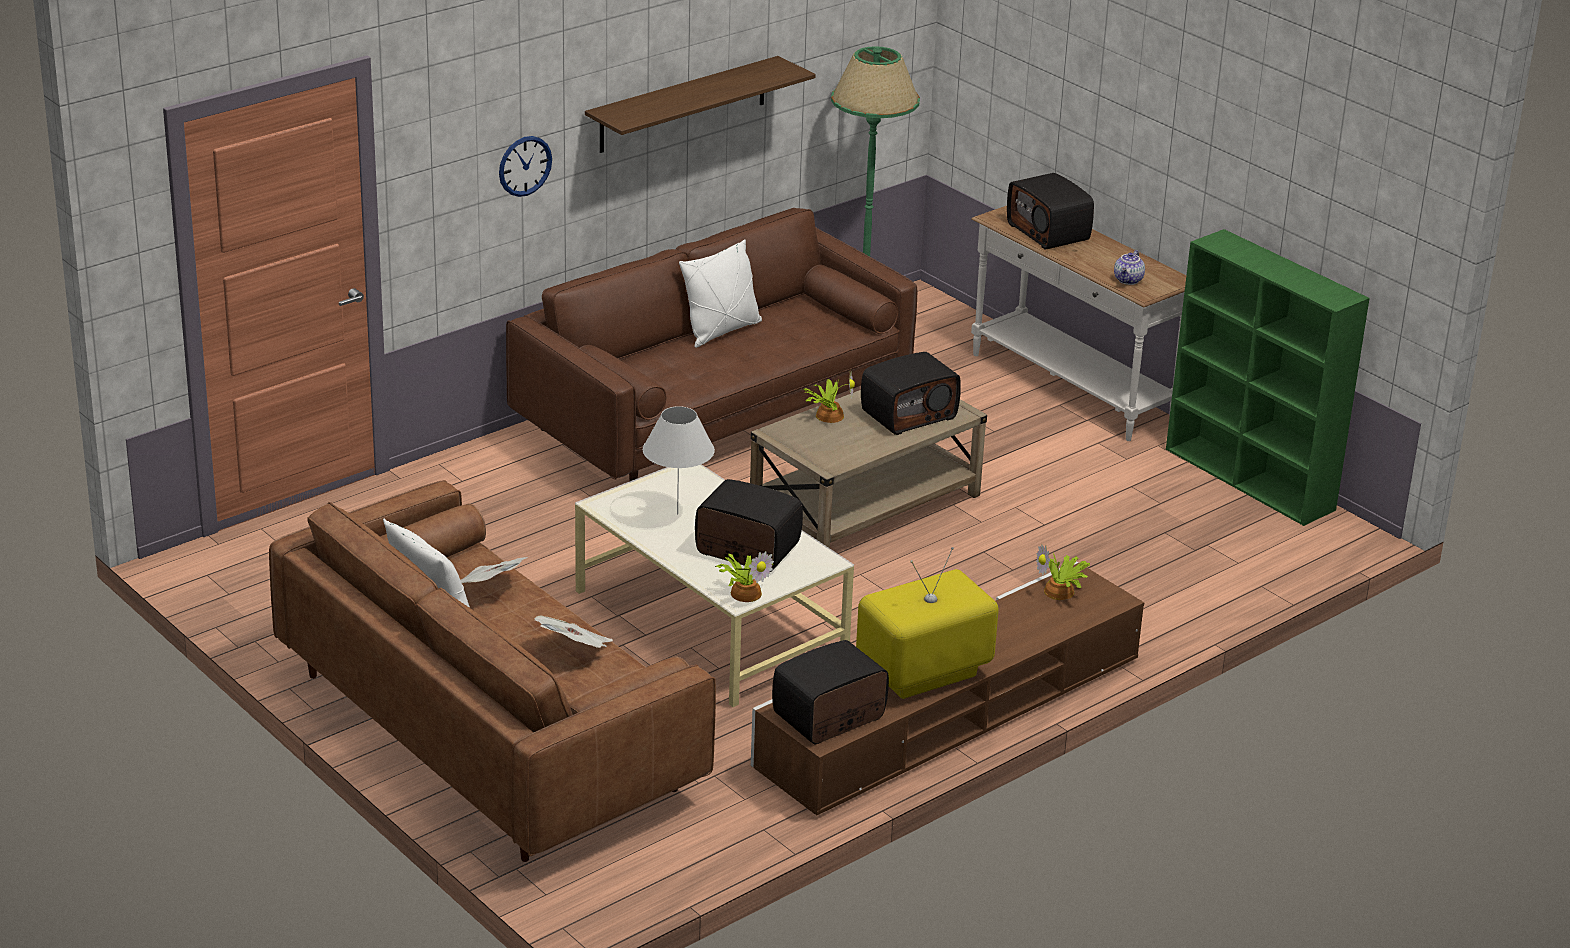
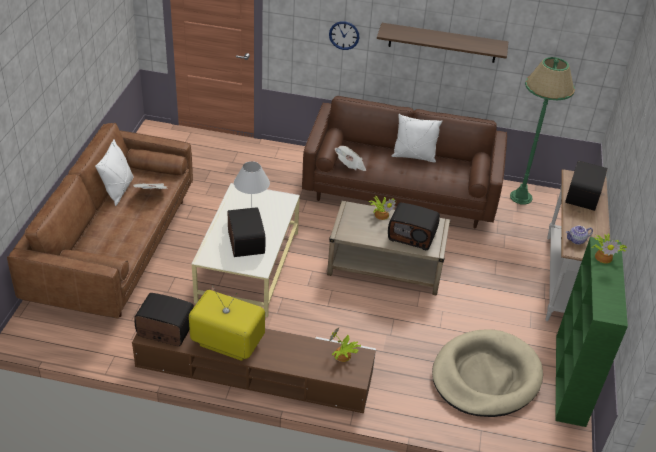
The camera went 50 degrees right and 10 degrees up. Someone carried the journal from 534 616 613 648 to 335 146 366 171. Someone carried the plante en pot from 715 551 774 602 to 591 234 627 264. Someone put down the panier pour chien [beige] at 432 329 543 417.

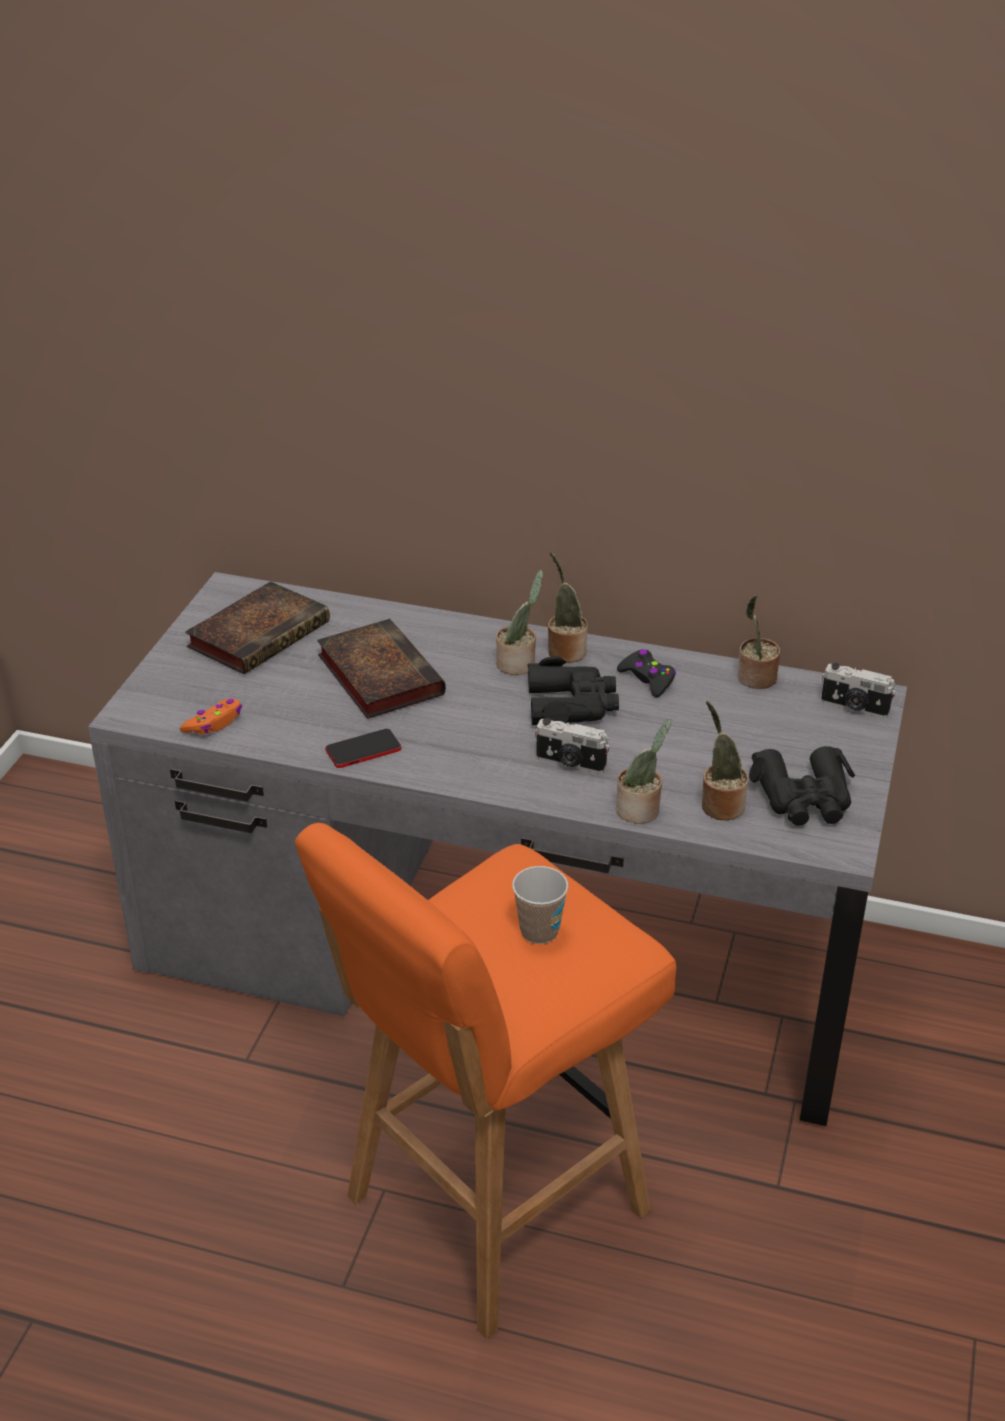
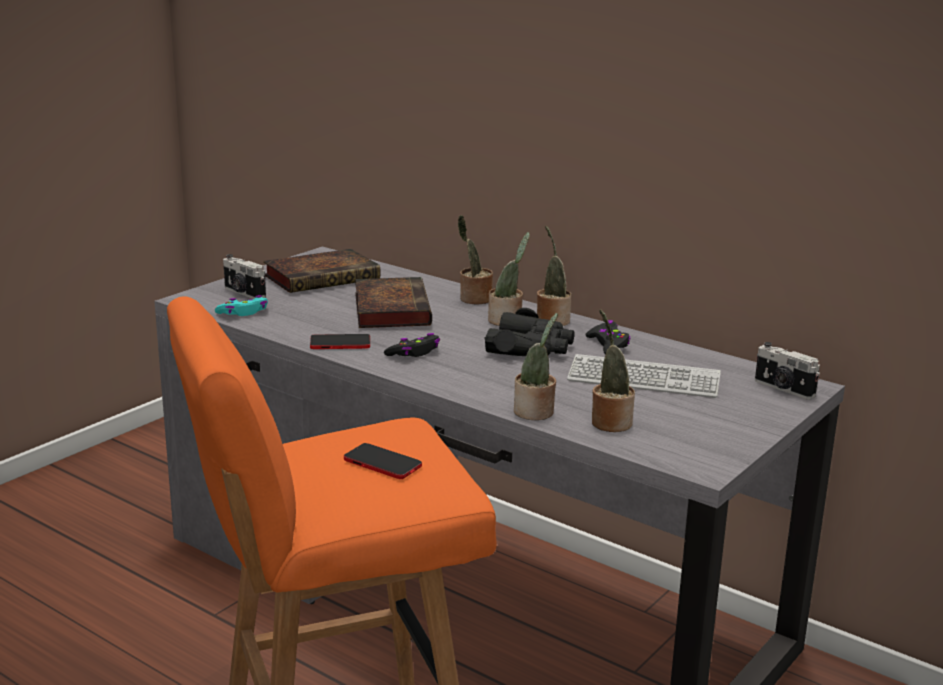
The camera went 20 degrees right and 15 degrees down. Someone repainted the manette [orange] at 179 698 242 734, which became the manette [turquoise] at 215 295 268 316. Someone swapped the tasse at 512 866 568 944 for the téléphone at 344 443 422 479. Someone carried the appareil photo from 535 718 610 774 to 223 254 266 299. Someone carried the plante en pot from 738 595 780 689 to 458 215 493 305. Someone took away the jumelles [noir] at 749 746 855 826. Someone put down the manette [noir] at 384 333 440 357. Someone put down the clavier at 567 354 721 398.

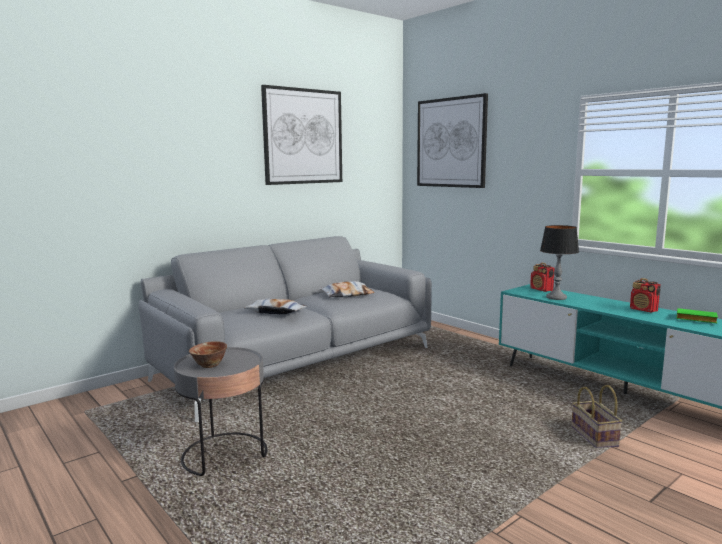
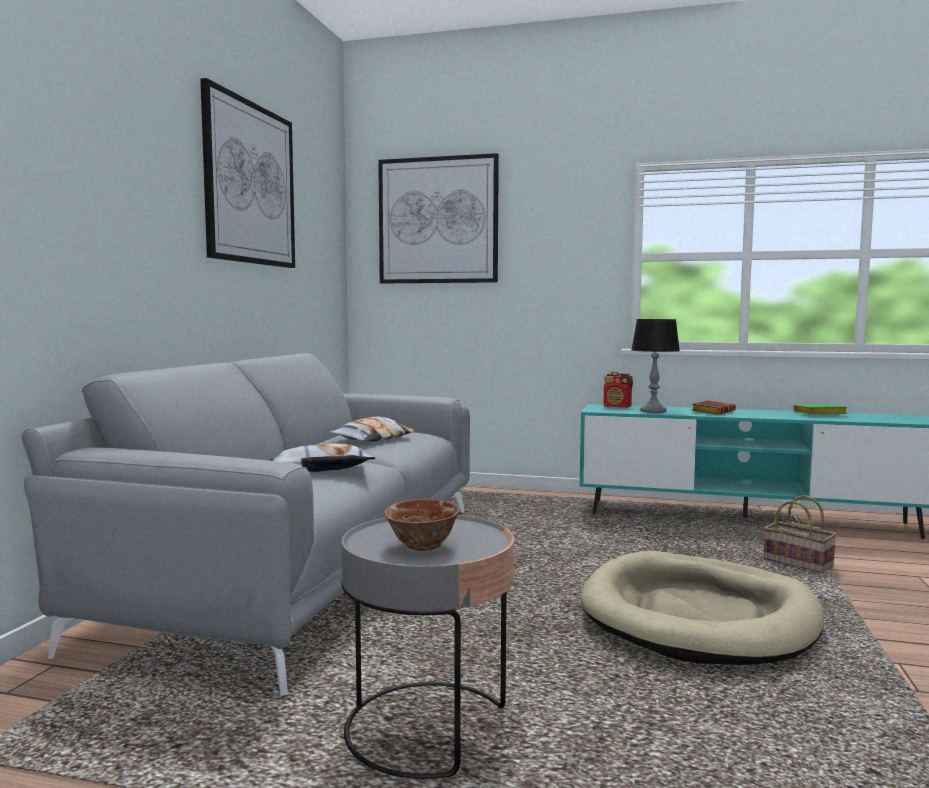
The camera went 35 degrees left and 5 degrees down. Someone took away the radio at 630 278 661 313. Someone put down the panier pour chien [beige] at 581 551 824 665. Someone put down the livre [marron] at 692 400 736 415.

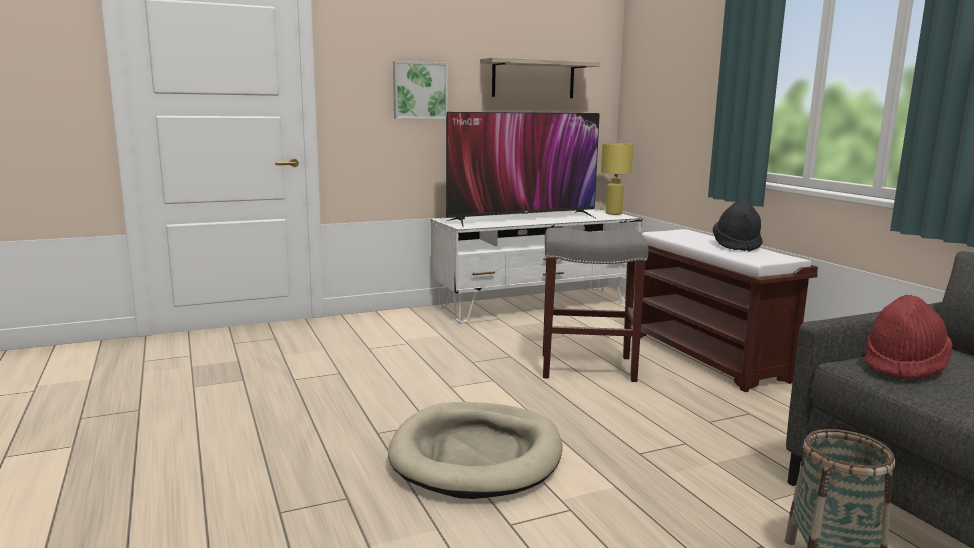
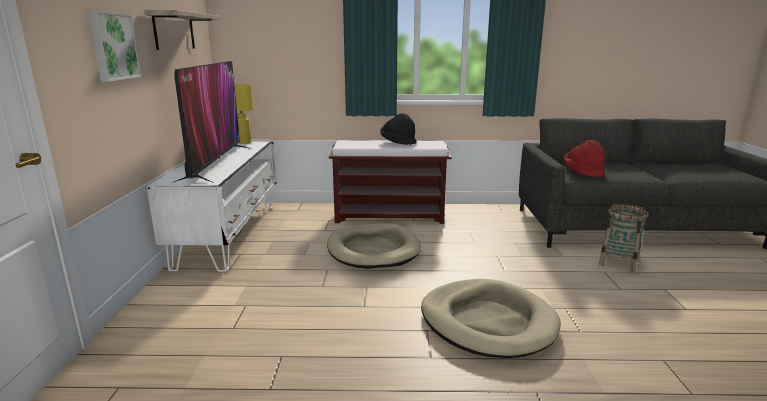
The camera went 65 degrees left and 5 degrees up. Someone swapped the tabouret [gris] at 543 227 648 382 for the panier pour chien [beige] at 327 223 421 269.

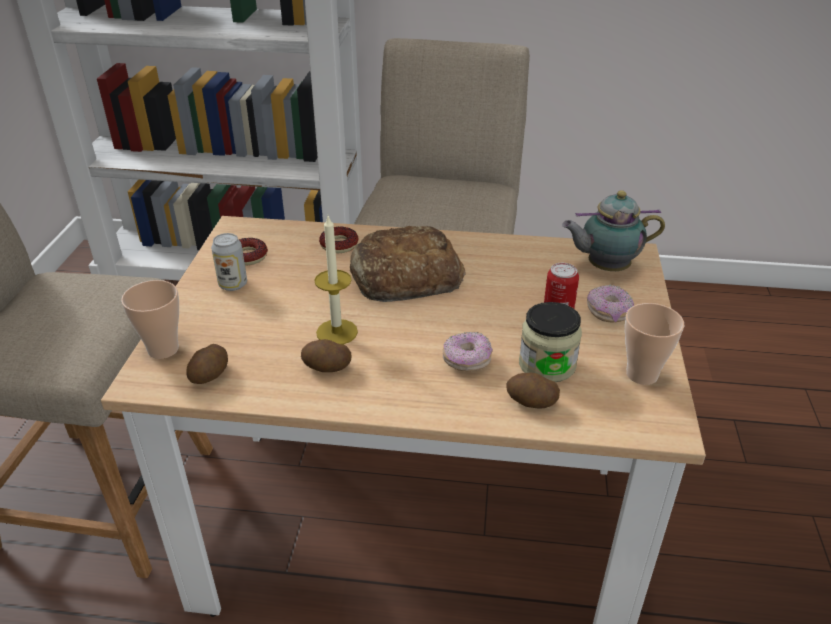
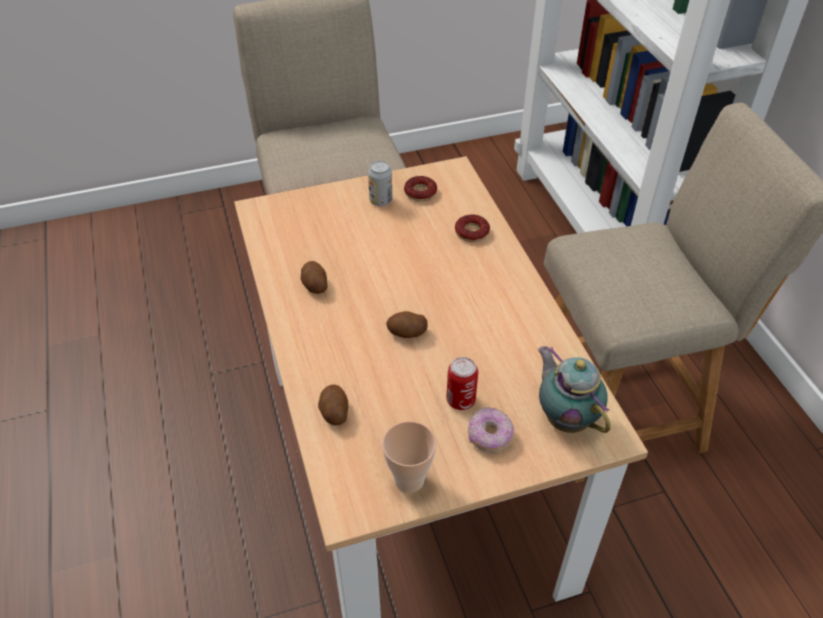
The camera went 65 degrees right and 10 degrees up. Someone took away the tasse at 121 280 179 359. Someone carried the pomme de terre from 186 344 228 384 to 386 311 428 338. Someone took away the bougie at 315 216 358 345. Someone took away the pain at 350 226 465 302. Someone took away the beignet at 443 332 493 372. Someone took away the bocal at 519 302 582 382.

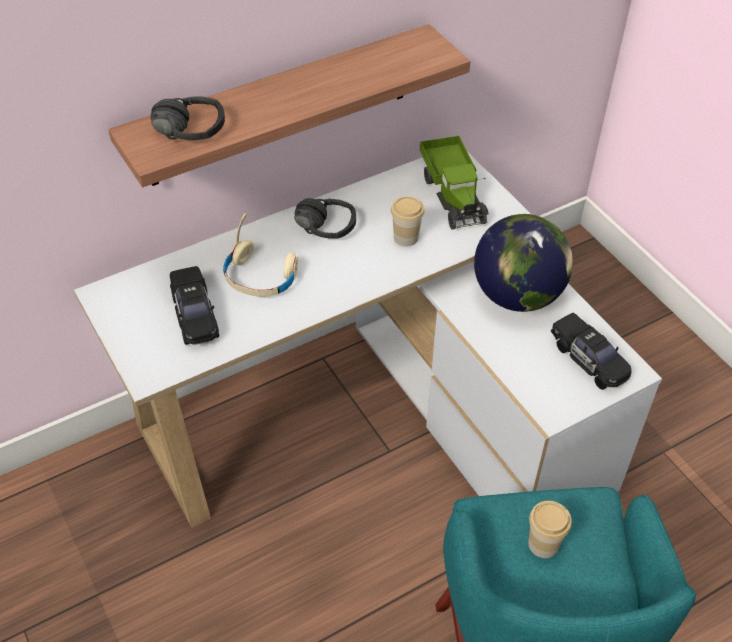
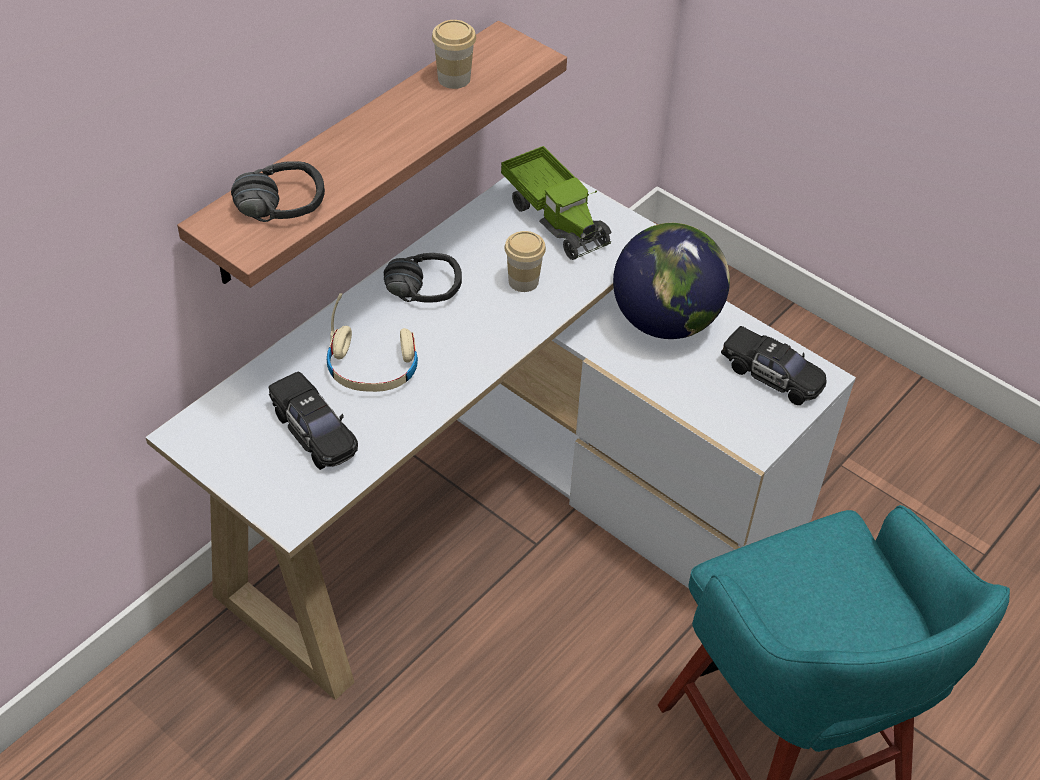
The camera went 20 degrees left and 0 degrees up. Someone carried the tasse from 528 501 572 558 to 432 20 476 89.

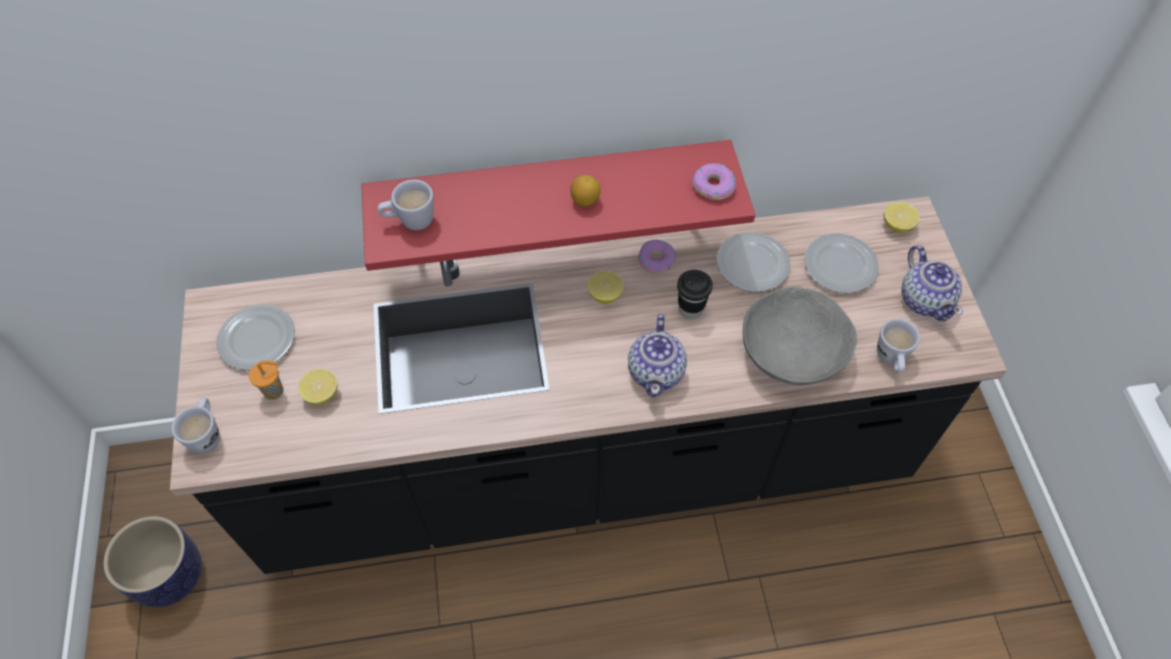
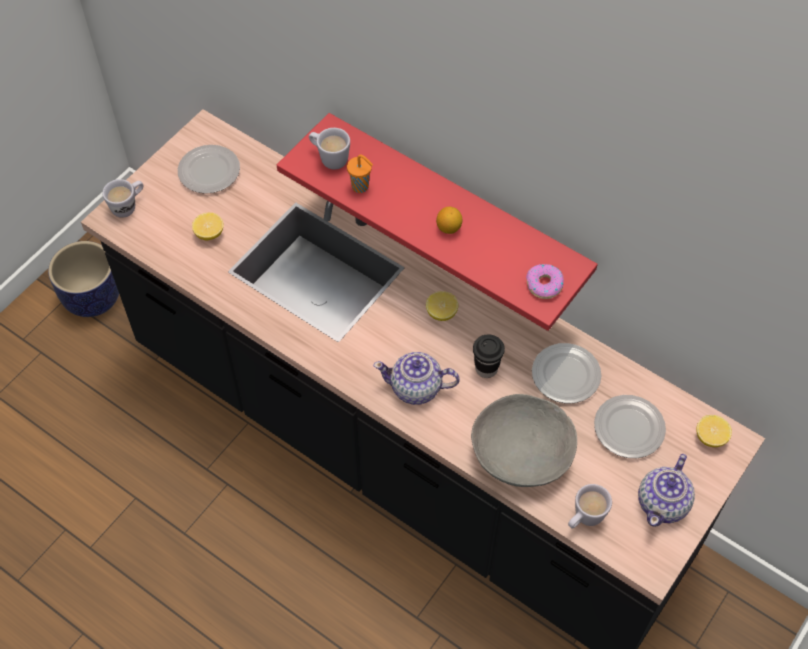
The camera went 45 degrees right and 0 degrees up. Someone carried the tasse [orange] from 249 360 283 400 to 347 155 373 193. Someone rotated the théière at 628 314 687 397 by 45 degrees clockwise. Someone took away the beignet at 638 240 676 274.

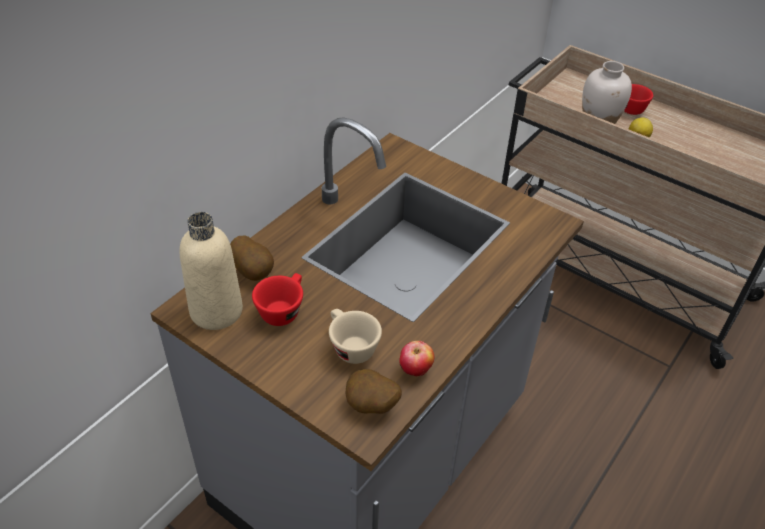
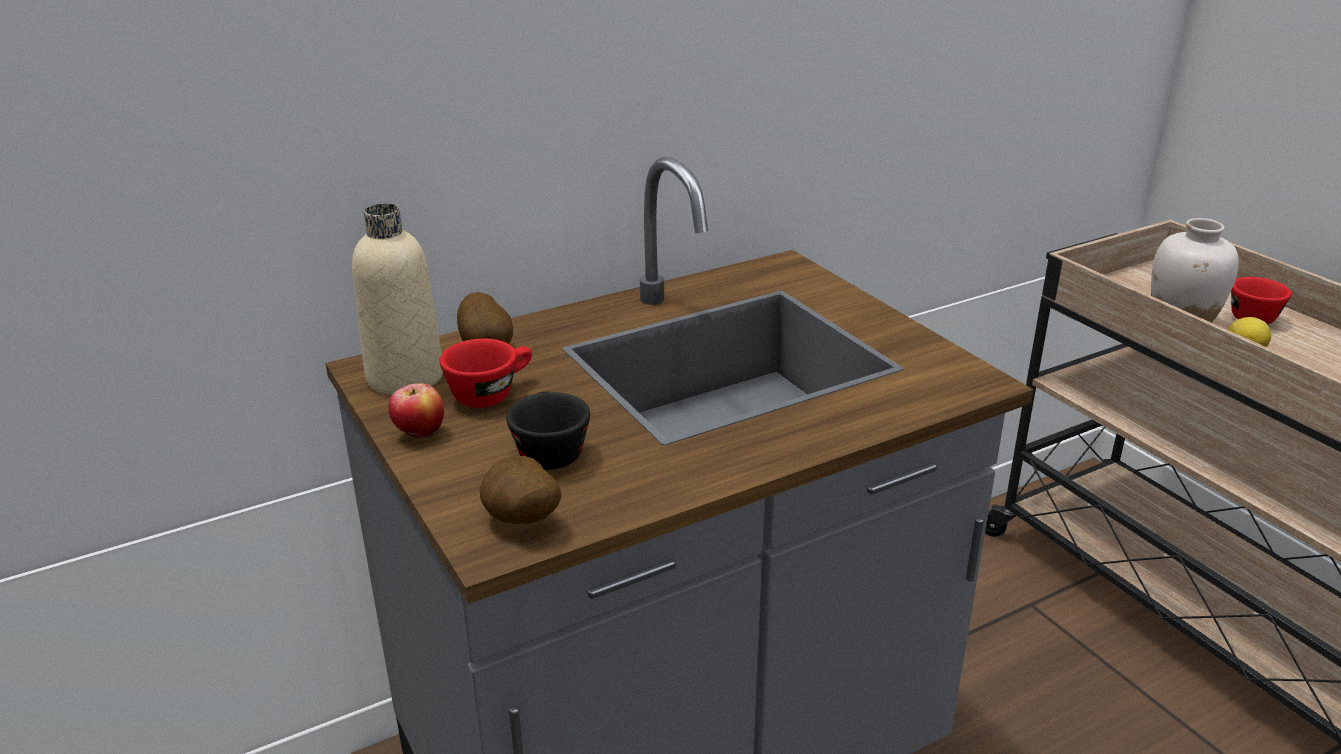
The camera went 25 degrees right and 15 degrees down. Someone repainted the tasse [beige] at 329 309 382 364, which became the tasse [noir] at 506 391 590 470. Someone carried the pomme from 399 341 434 377 to 388 383 444 439.

